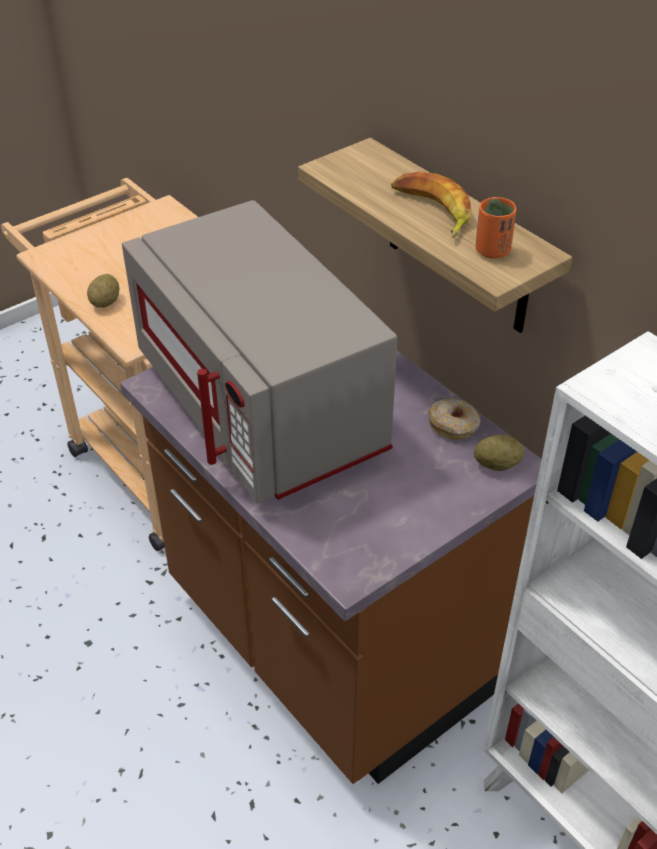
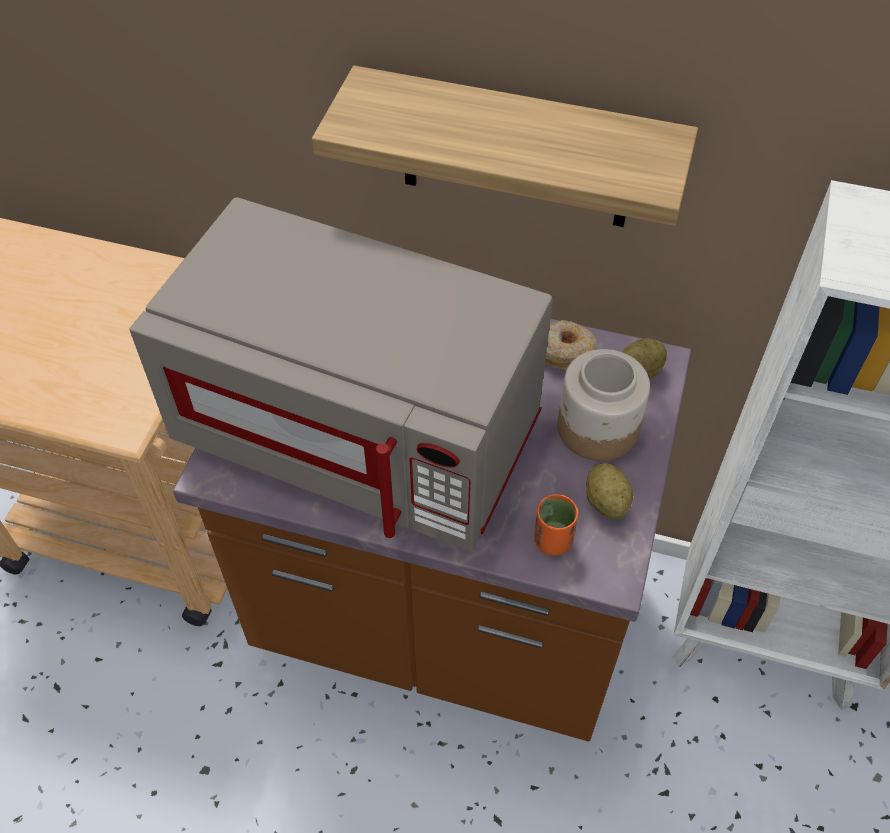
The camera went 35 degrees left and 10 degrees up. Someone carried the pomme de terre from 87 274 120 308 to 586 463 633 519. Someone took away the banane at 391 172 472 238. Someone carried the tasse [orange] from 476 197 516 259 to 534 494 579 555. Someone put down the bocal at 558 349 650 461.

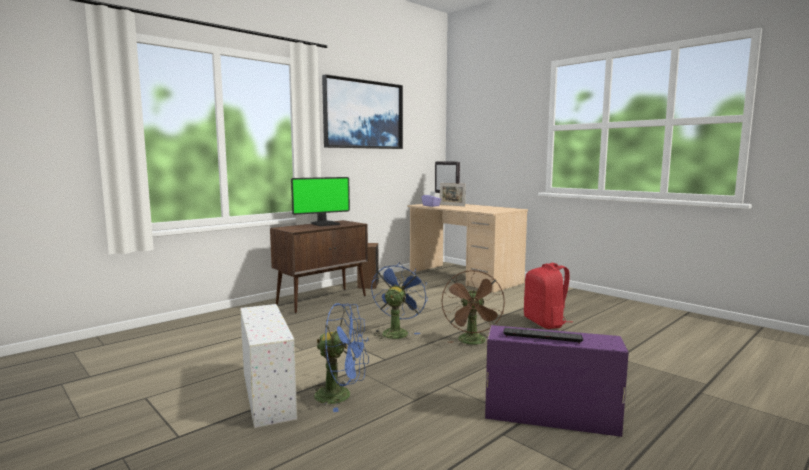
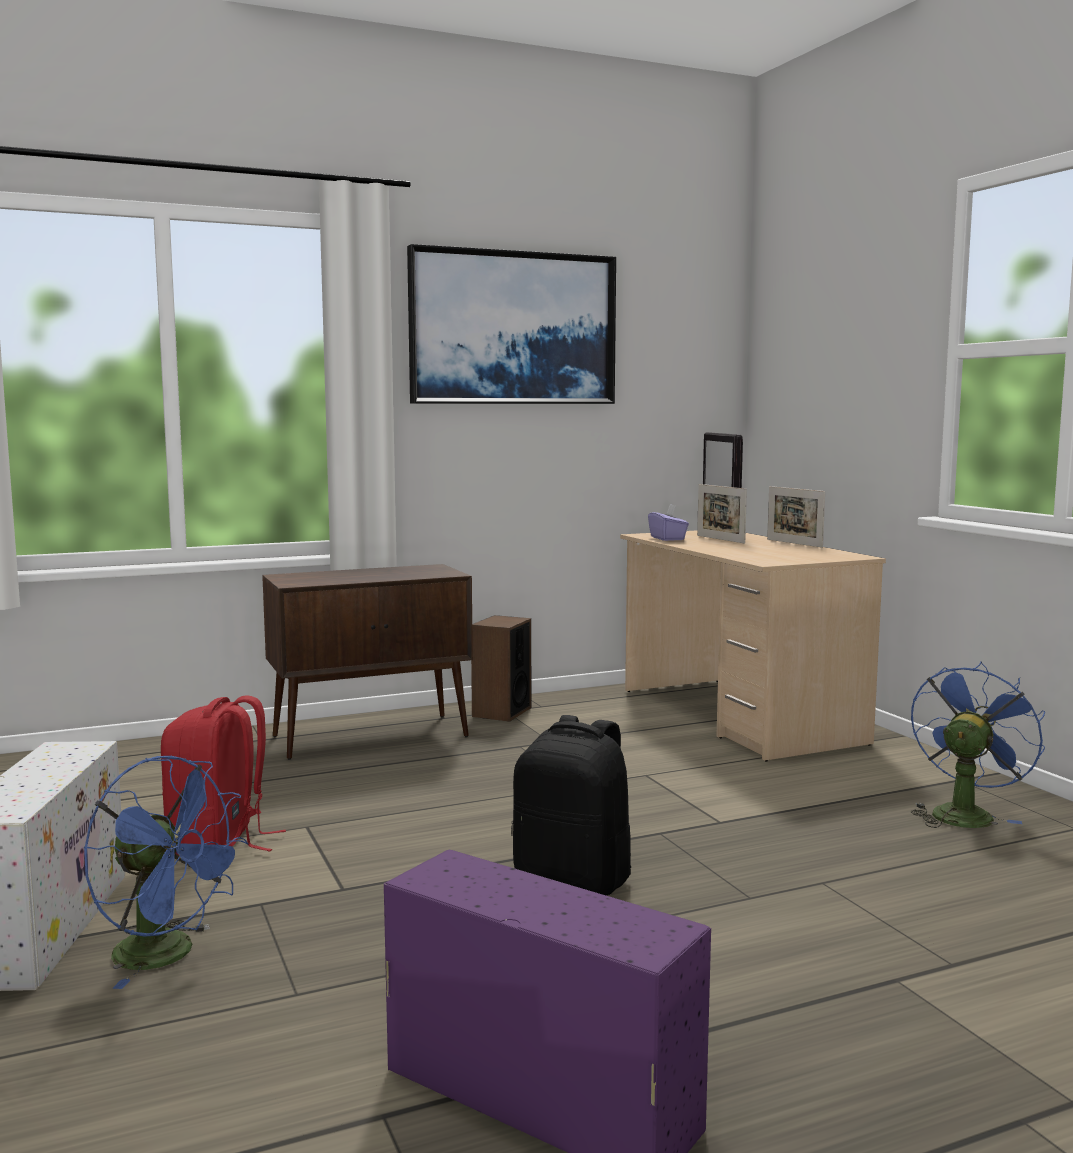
The camera went 20 degrees right and 0 degrees up. Someone took away the écran d'ordinateur at 291 177 350 226. Someone carried the ventilateur [bleu] from 371 262 428 341 to 911 662 1045 828. Someone swapped the ventilateur [marron] at 441 270 505 345 for the sac à dos [noir] at 511 715 631 895. Someone took away the clavier at 503 328 583 344. Someone carried the sac à dos [rouge] from 524 262 572 329 to 161 695 286 856. Someone put down the cadre photo at 767 486 825 548.

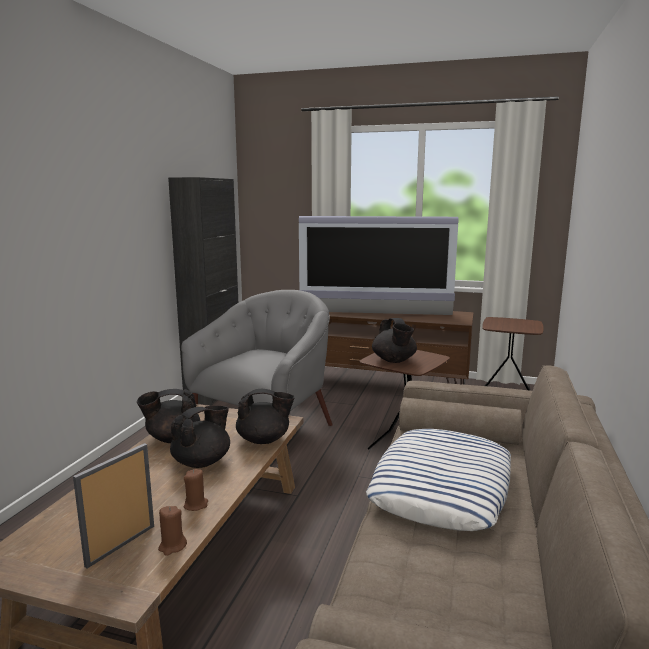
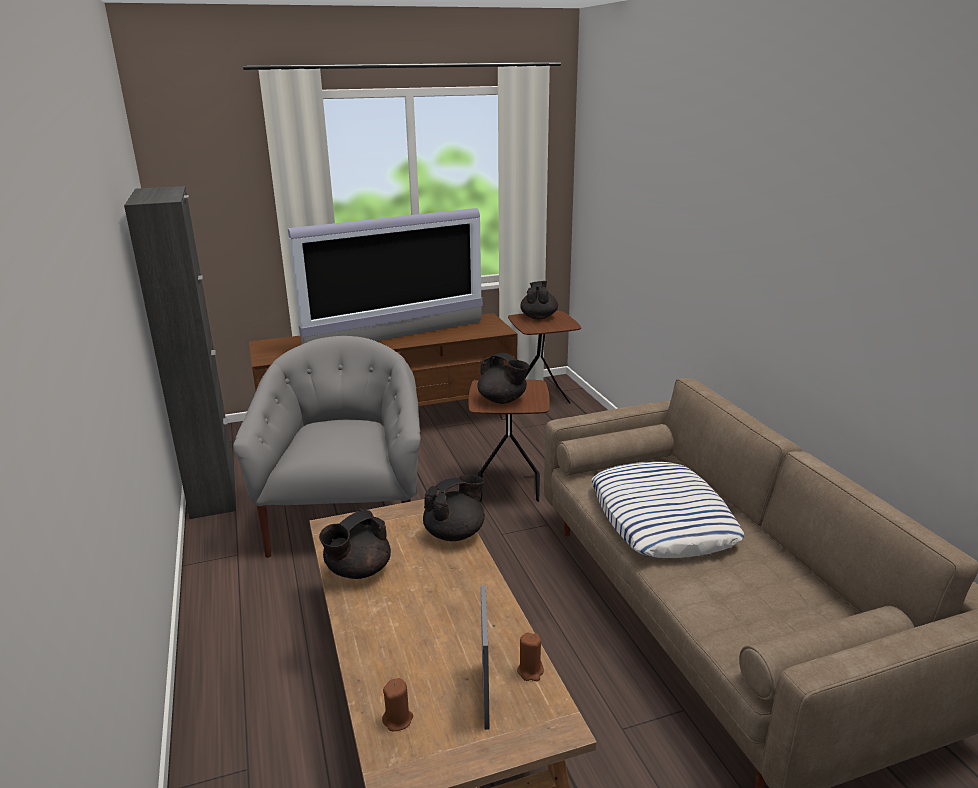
The camera went 35 degrees left and 10 degrees up. Someone carried the théière [noir] from 170 406 230 468 to 520 281 558 319. Someone carried the bougie [marron] from 184 469 208 511 to 382 678 413 731.

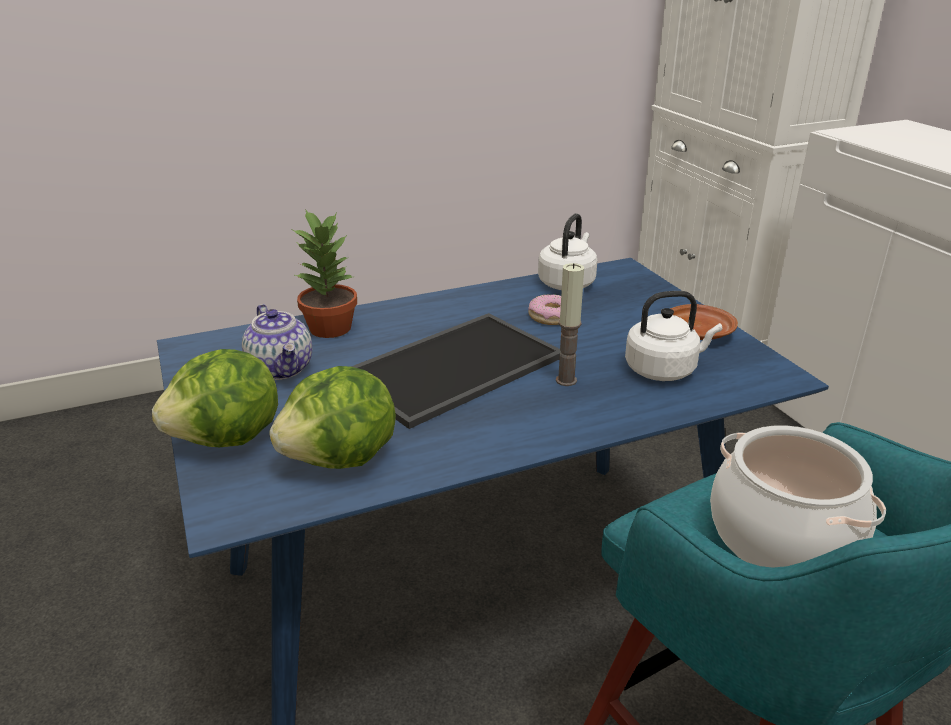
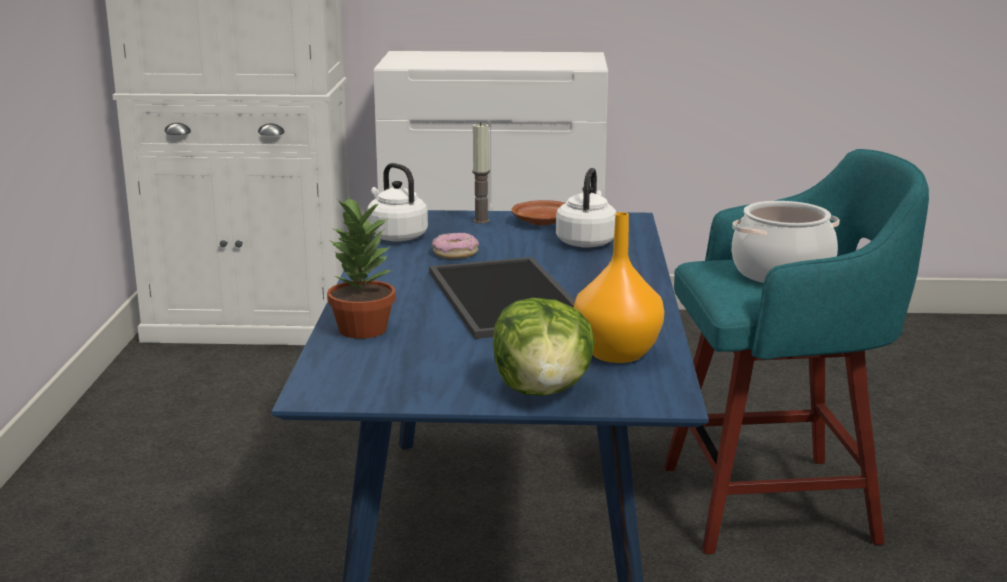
The camera went 65 degrees left and 10 degrees down. Someone took away the théière at 242 304 312 380. Someone swapped the laitue at 269 366 396 469 for the vase [orange] at 574 212 664 363. Someone carried the bougie from 556 263 584 386 to 472 123 490 224.

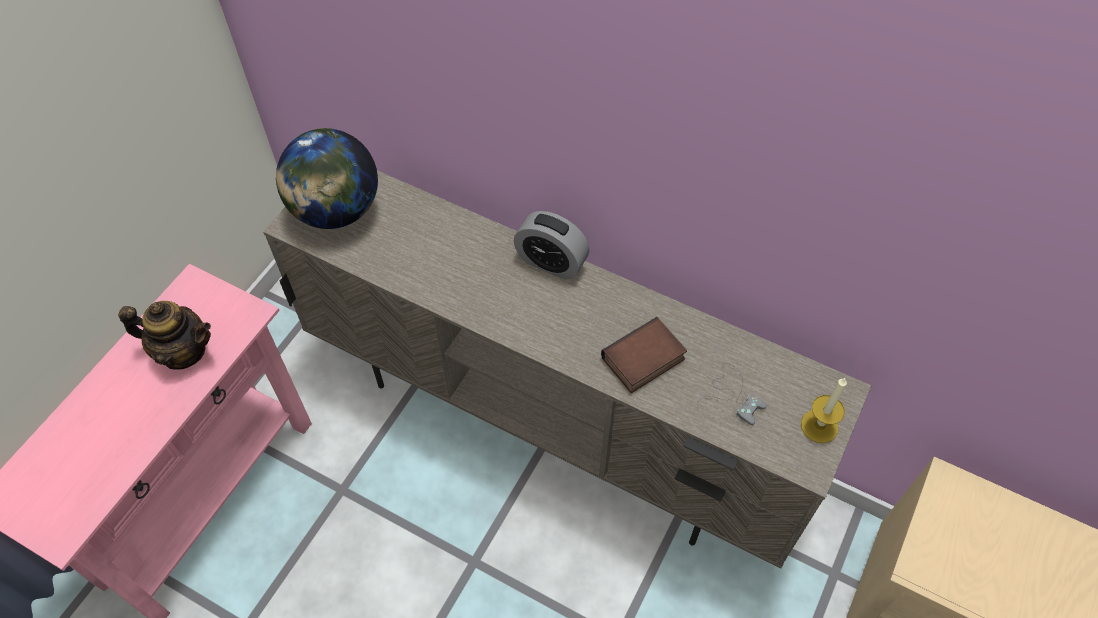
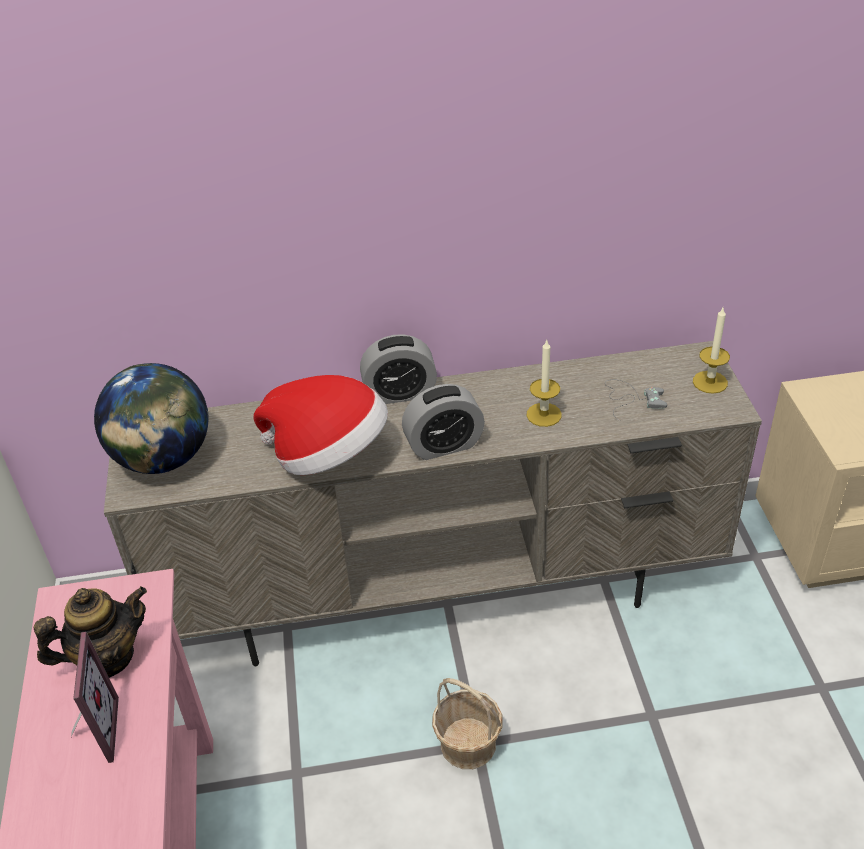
The camera went 35 degrees left and 15 degrees down. Someone swapped the livre at 601 317 687 393 for the bougie at 527 340 562 427. Someone put down the cadre photo at 71 632 119 763. Someone put down the chapeau at 254 375 388 475. Someone put down the réveil at 402 384 485 460. Someone put down the panier at 432 678 502 769.

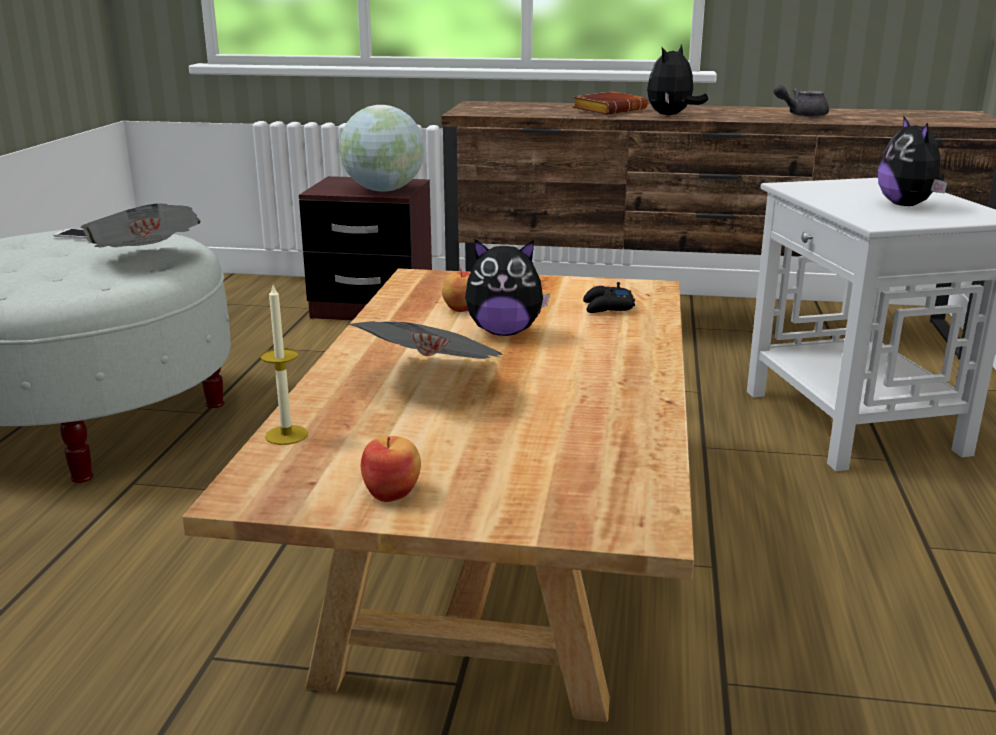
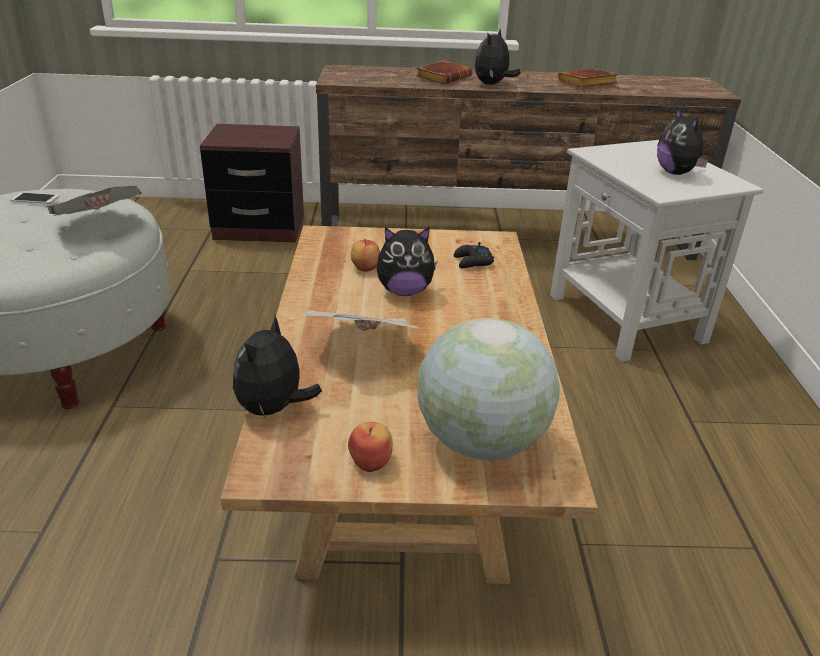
The camera went 10 degrees left and 10 degrees up. Someone swapped the bougie at 260 285 308 445 for the peluche at 233 315 322 419. Someone carried the globe from 340 105 424 192 to 418 318 560 460. Someone swapped the théière [gris] at 774 85 829 117 for the livre [marron] at 557 69 618 87.

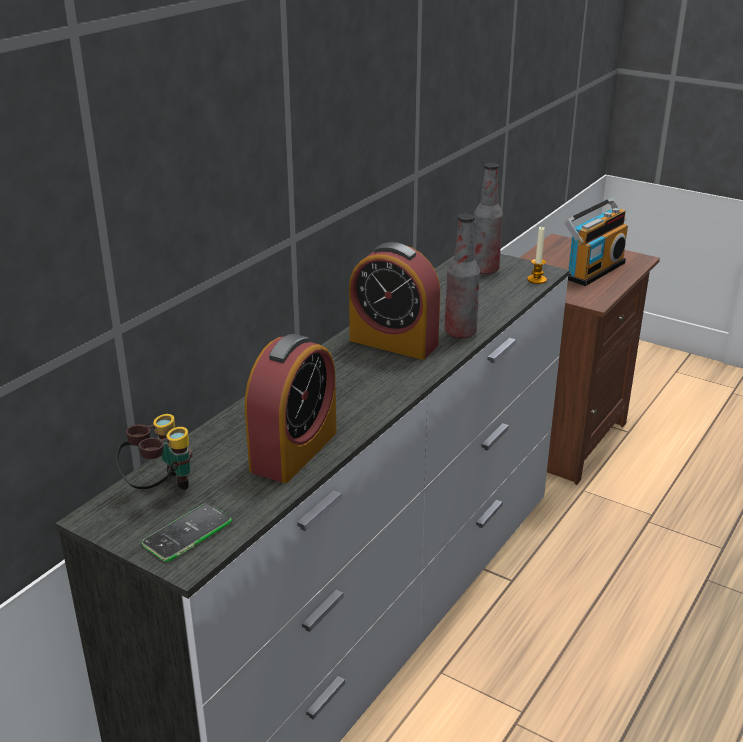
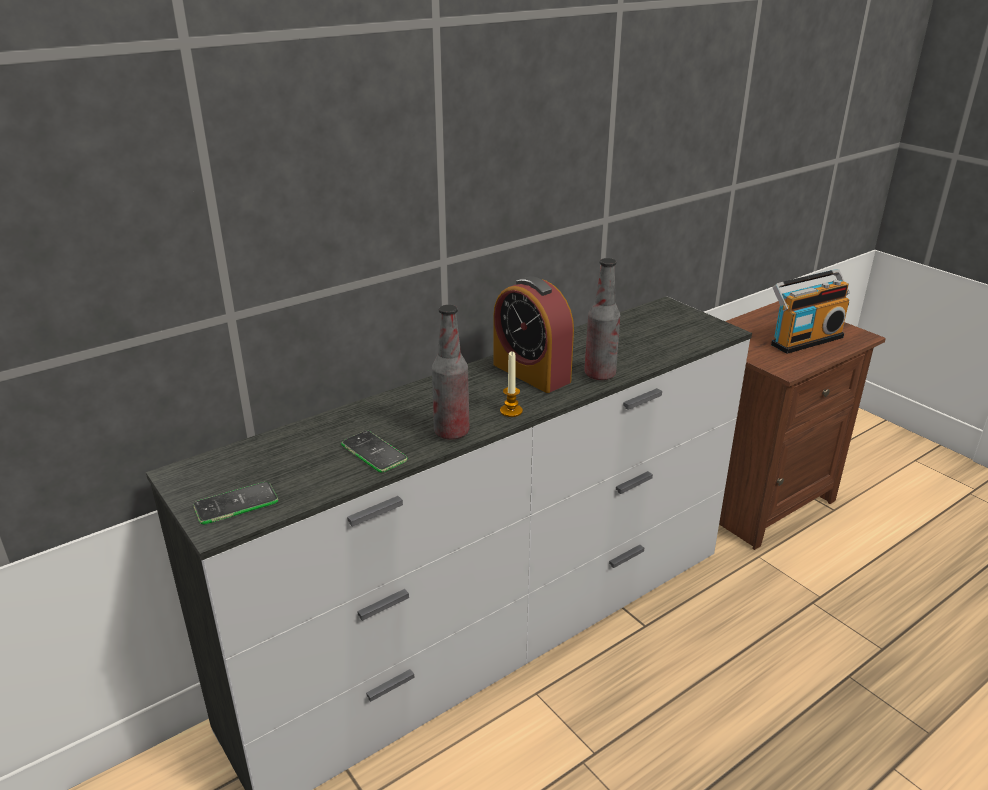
The camera went 20 degrees right and 0 degrees up. Someone took away the jumelles at 116 414 192 490. Someone swapped the réveil at 245 334 337 483 for the téléphone at 341 431 408 473. Someone carried the bouteille from 473 163 503 274 to 432 305 469 440. Someone carried the bougie from 527 227 547 284 to 500 352 523 417.

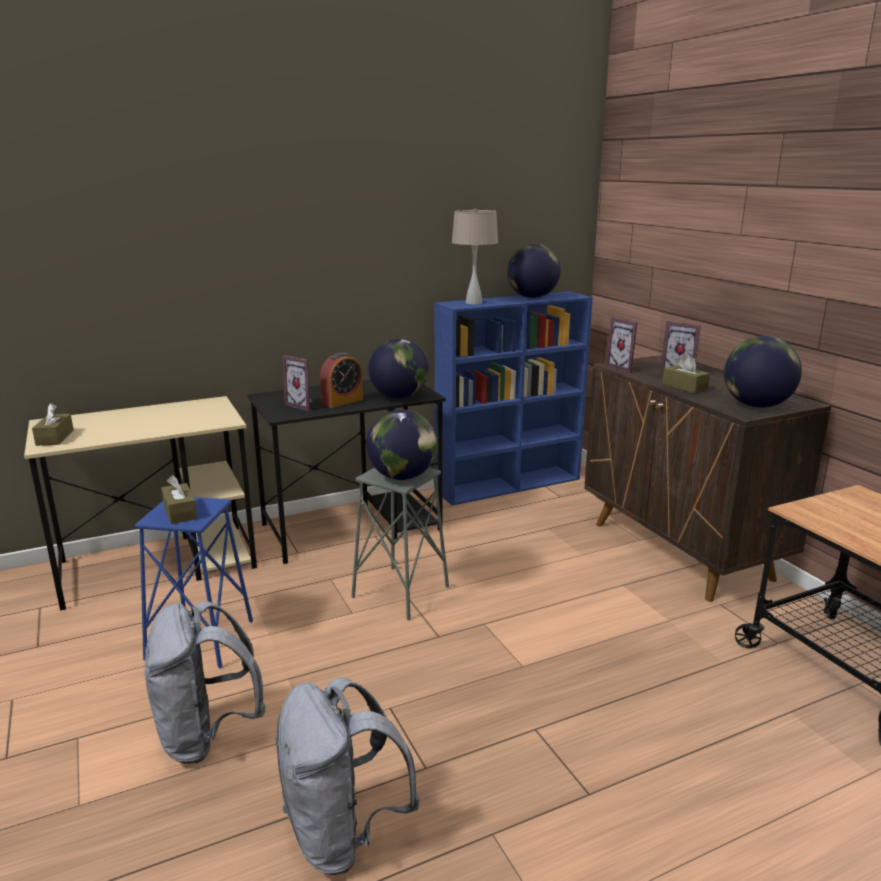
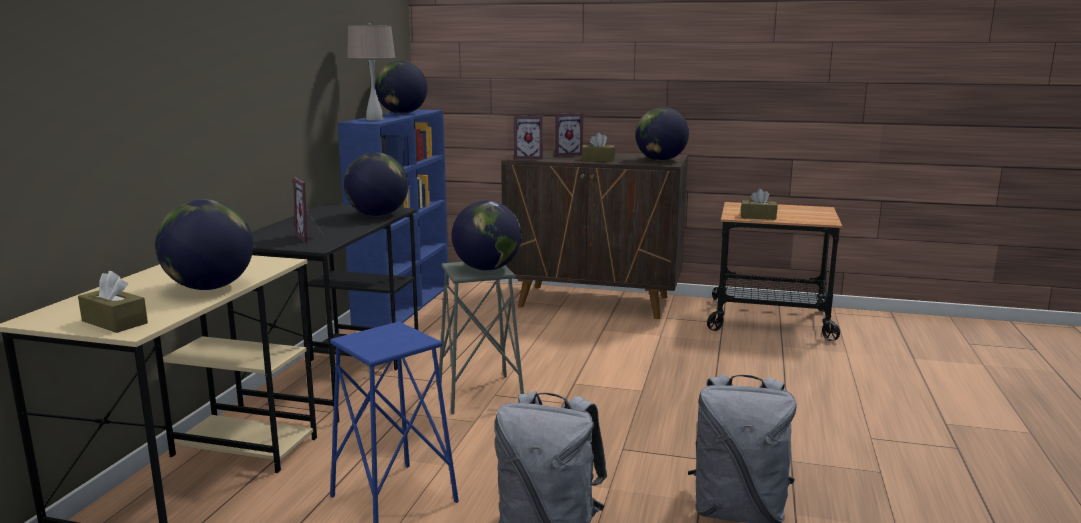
The camera went 50 degrees left and 5 degrees down. Someone carried the boîte à mouchoirs [marron] from 161 475 198 524 to 741 189 777 220. Someone rotated the cadre photo at 282 355 312 411 by 75 degrees clockwise. Someone took away the réveil at 320 353 363 408. Someone put down the globe at 155 199 253 290.

